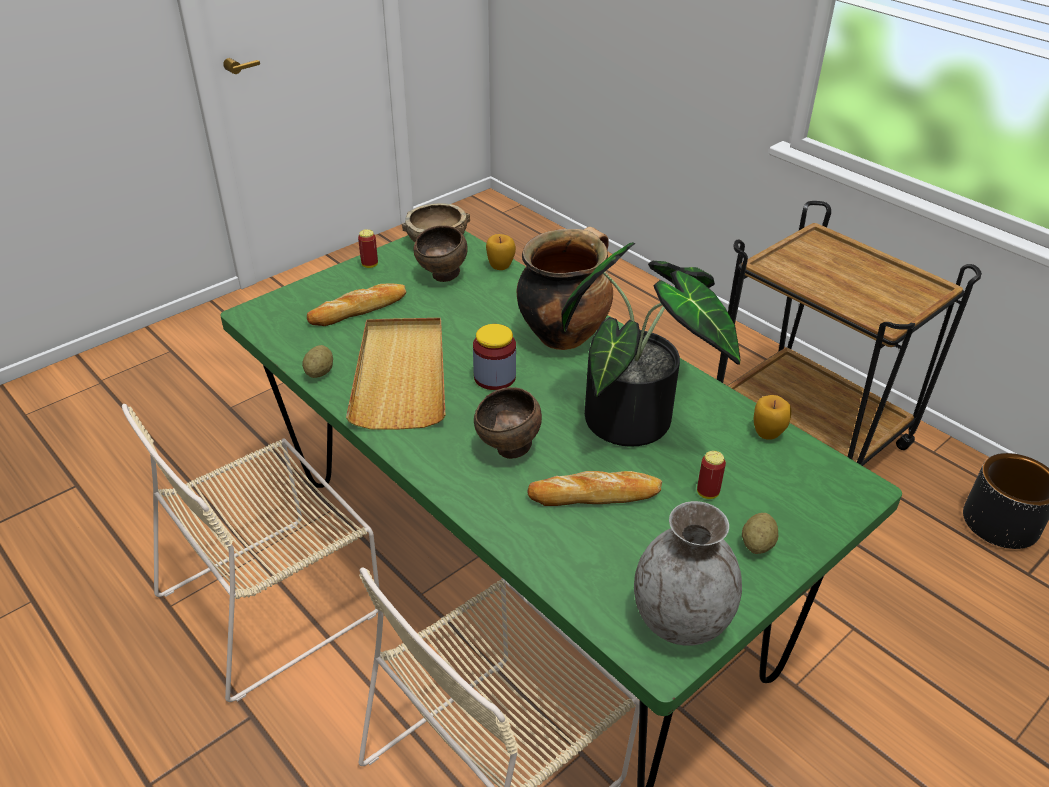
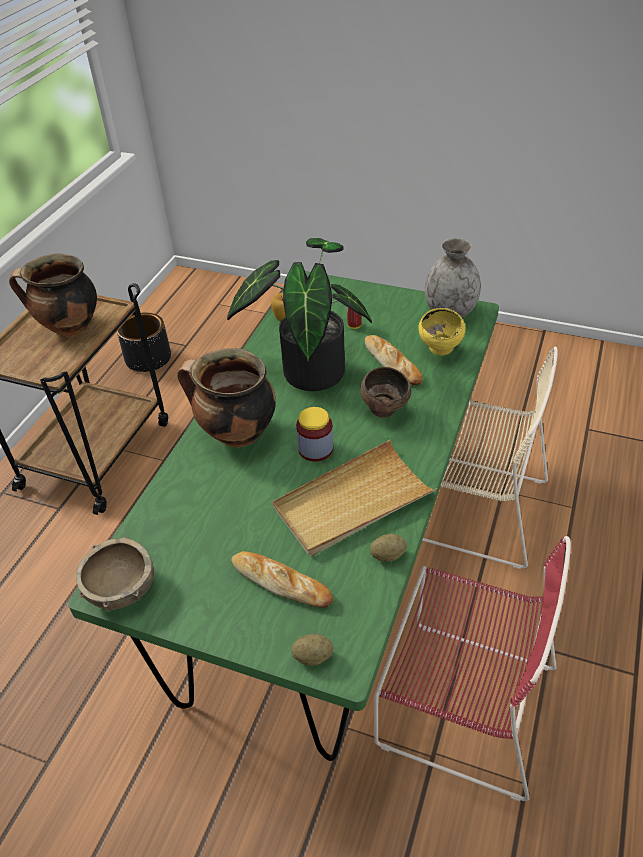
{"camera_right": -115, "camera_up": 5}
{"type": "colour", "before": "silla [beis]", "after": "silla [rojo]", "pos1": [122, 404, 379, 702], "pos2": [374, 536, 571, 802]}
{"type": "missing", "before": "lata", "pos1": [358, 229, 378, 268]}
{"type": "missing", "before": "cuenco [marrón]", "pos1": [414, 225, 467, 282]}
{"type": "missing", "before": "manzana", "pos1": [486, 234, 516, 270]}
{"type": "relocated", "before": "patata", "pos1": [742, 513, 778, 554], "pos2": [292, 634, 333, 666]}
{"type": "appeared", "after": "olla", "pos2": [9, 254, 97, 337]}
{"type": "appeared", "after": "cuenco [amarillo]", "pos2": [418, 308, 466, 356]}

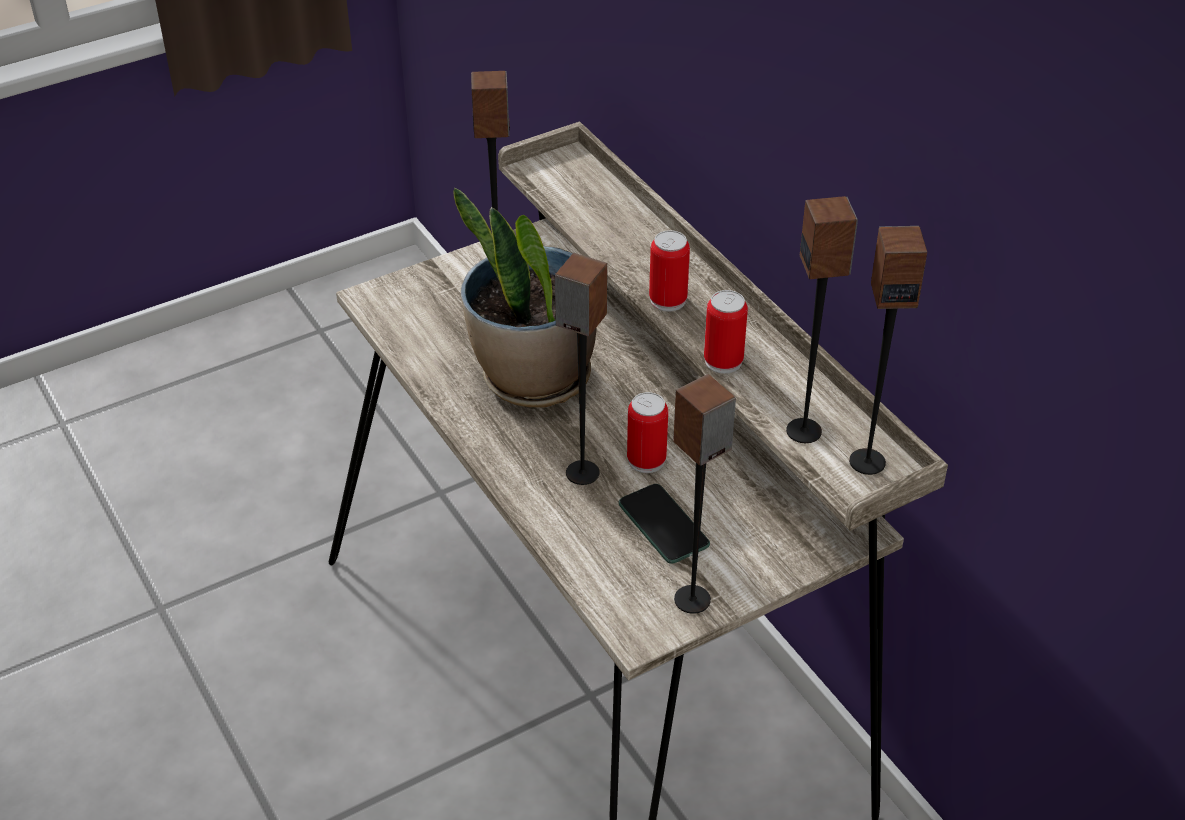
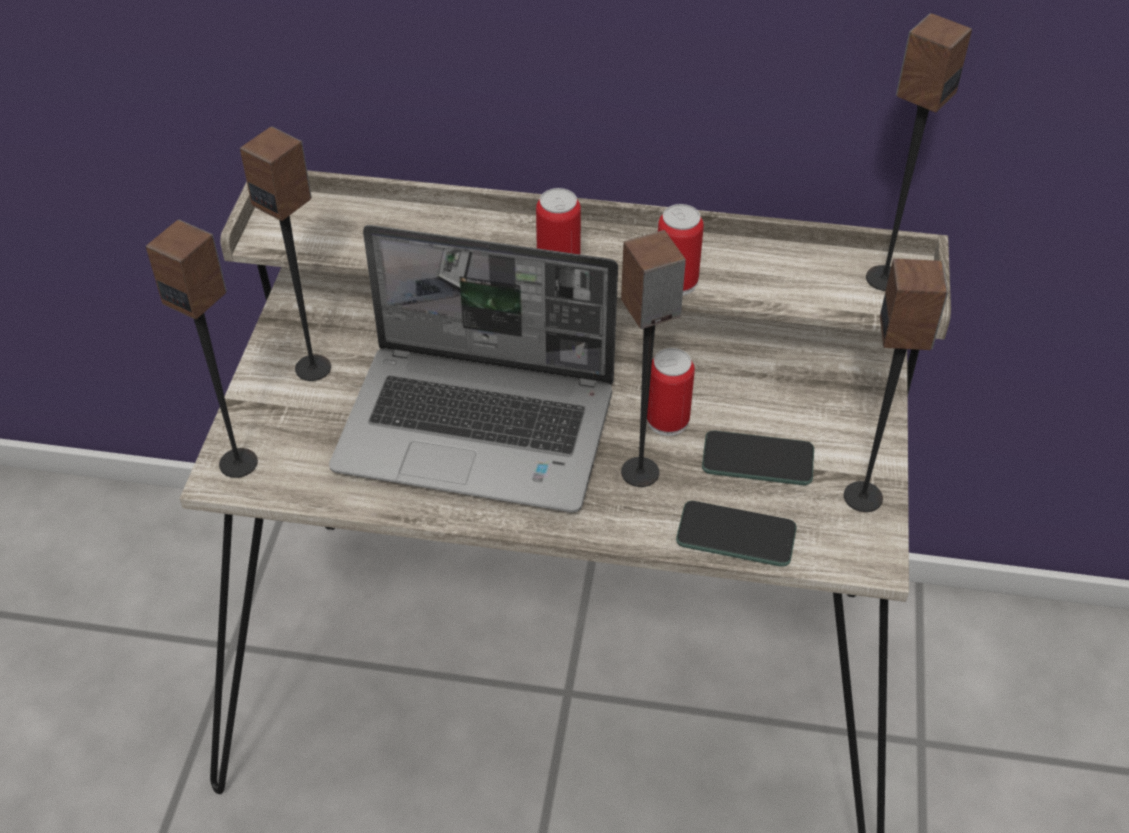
{"camera_right": -50, "camera_up": 5}
{"type": "exchanged", "before": "planta en maceta", "after": "portátil", "pos1": [453, 188, 597, 407], "pos2": [329, 225, 618, 512]}
{"type": "relocated", "before": "altavoz", "pos1": [786, 196, 858, 443], "pos2": [146, 220, 258, 478]}
{"type": "appeared", "after": "móvil", "pos2": [676, 501, 797, 567]}

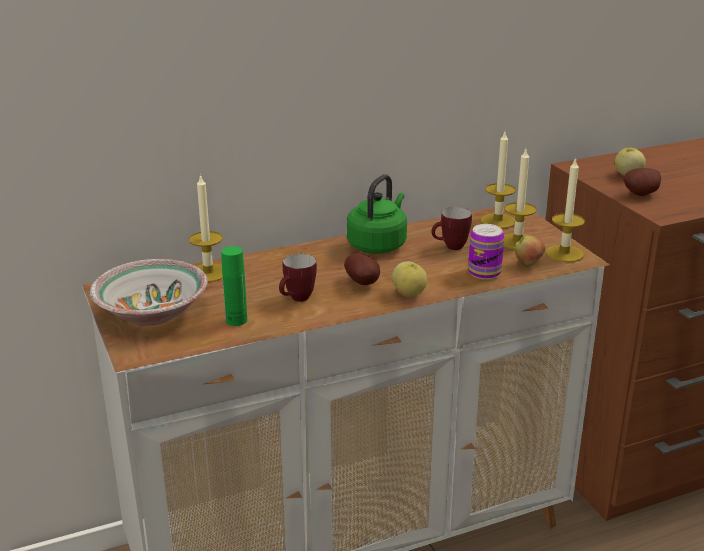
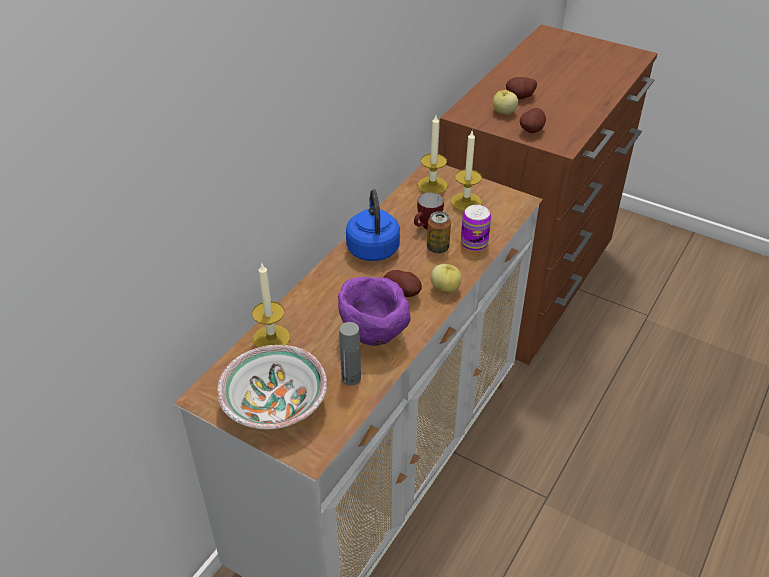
{"camera_right": -35, "camera_up": 15}
{"type": "colour", "before": "botella [verde]", "after": "botella [gris]", "pos1": [221, 246, 247, 326], "pos2": [340, 322, 361, 386]}
{"type": "exchanged", "before": "taza grande", "after": "cuenco [morado]", "pos1": [279, 254, 317, 302], "pos2": [338, 277, 411, 346]}
{"type": "colour", "before": "hervidor [verde]", "after": "hervidor [azul]", "pos1": [347, 174, 407, 254], "pos2": [346, 189, 400, 261]}
{"type": "missing", "before": "manzana", "pos1": [515, 235, 545, 266]}
{"type": "missing", "before": "vela", "pos1": [546, 157, 585, 262]}
{"type": "appeared", "after": "lata", "pos2": [427, 211, 451, 253]}
{"type": "appeared", "after": "patata", "pos2": [506, 77, 537, 99]}

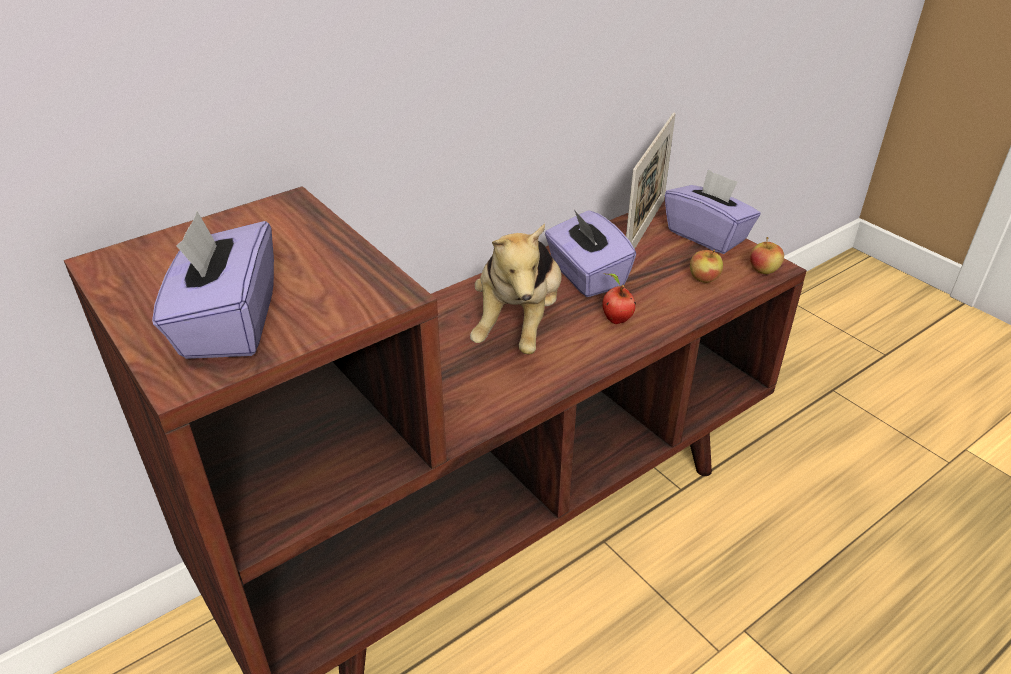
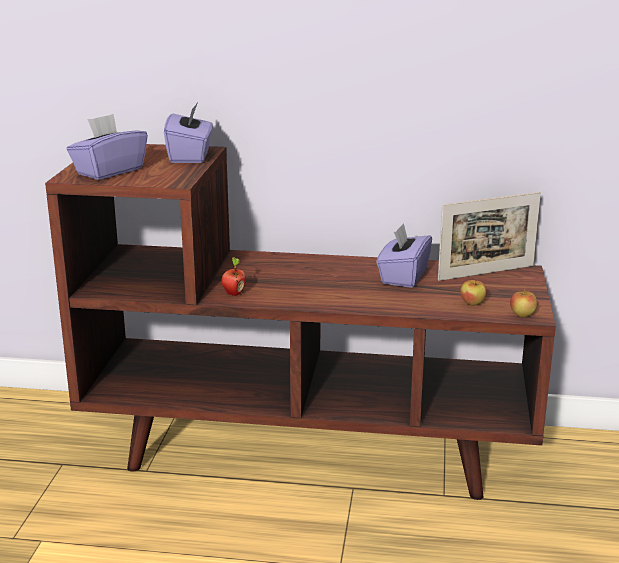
{"camera_right": 45, "camera_up": -15}
{"type": "missing", "before": "peluche", "pos1": [470, 223, 561, 354]}
{"type": "relocated", "before": "manzana", "pos1": [602, 273, 636, 324], "pos2": [221, 257, 246, 296]}
{"type": "relocated", "before": "caja de pañuelos [morado]", "pos1": [665, 169, 761, 254], "pos2": [164, 103, 213, 163]}

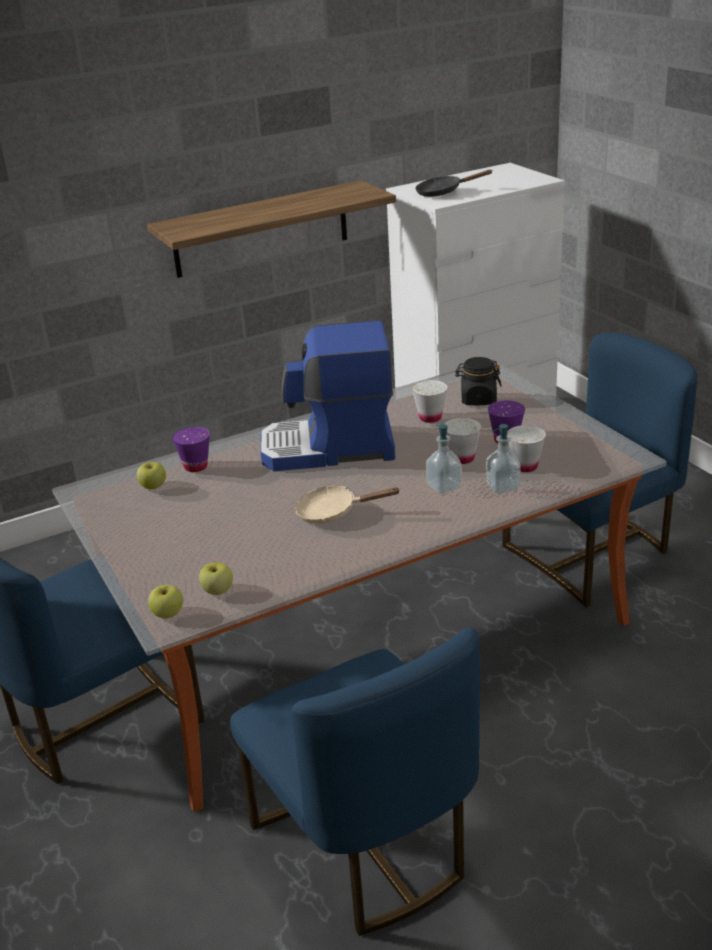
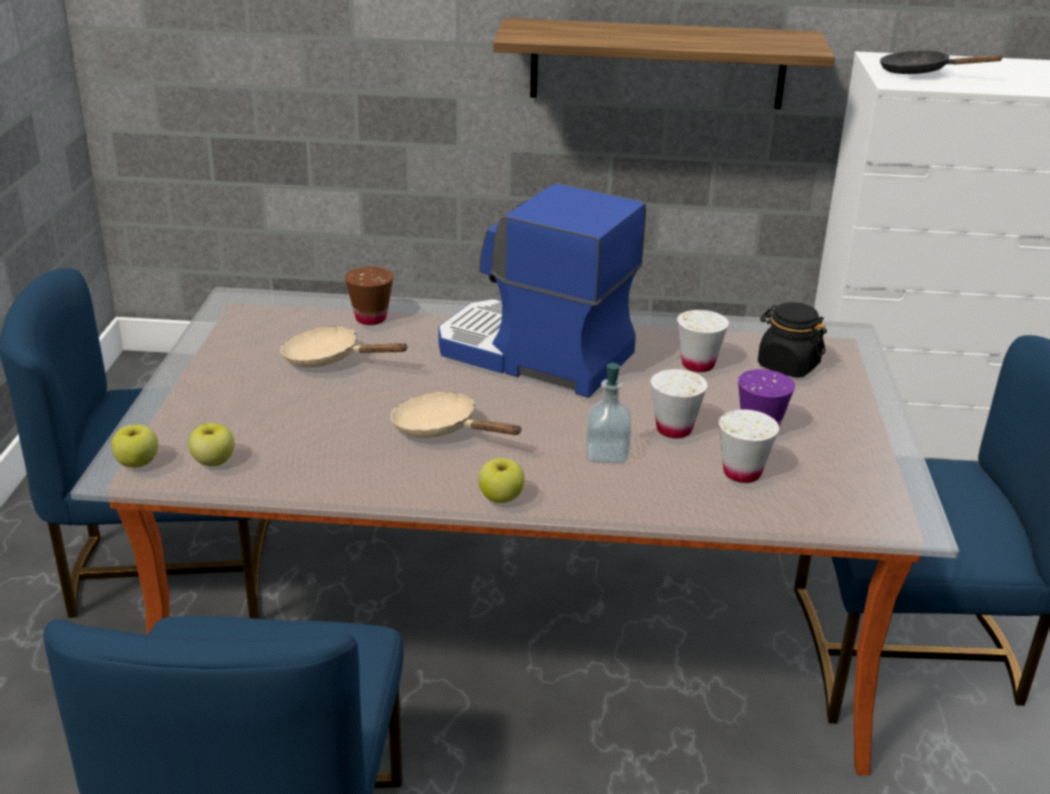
{"camera_right": 30, "camera_up": 0}
{"type": "relocated", "before": "manzana", "pos1": [137, 462, 166, 489], "pos2": [478, 458, 524, 503]}
{"type": "colour", "before": "taza [morado]", "after": "taza [marrón]", "pos1": [172, 427, 210, 472], "pos2": [345, 266, 394, 325]}
{"type": "missing", "before": "dispensador de jabón", "pos1": [486, 424, 521, 494]}
{"type": "appeared", "after": "sartén [beis]", "pos2": [281, 326, 409, 367]}

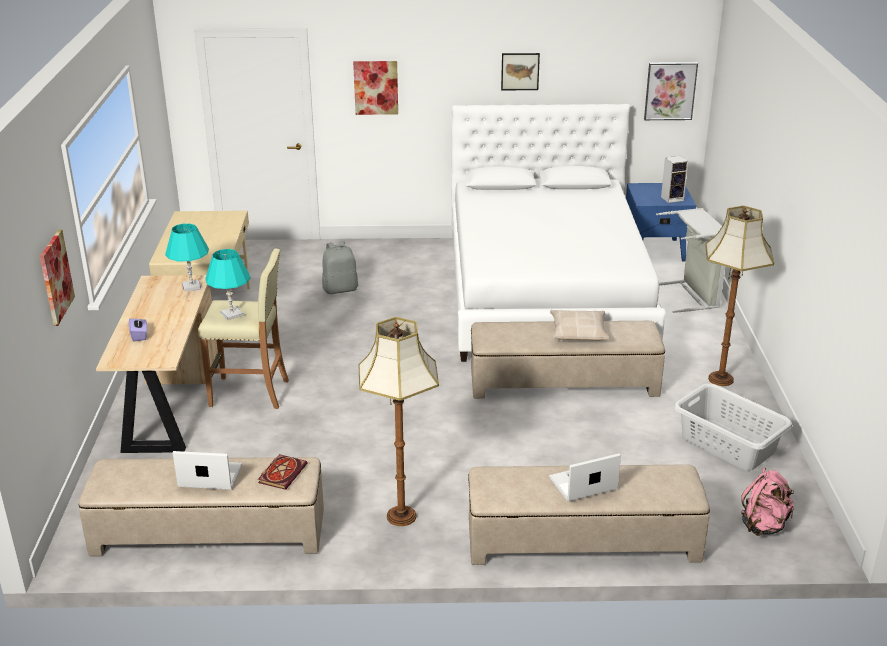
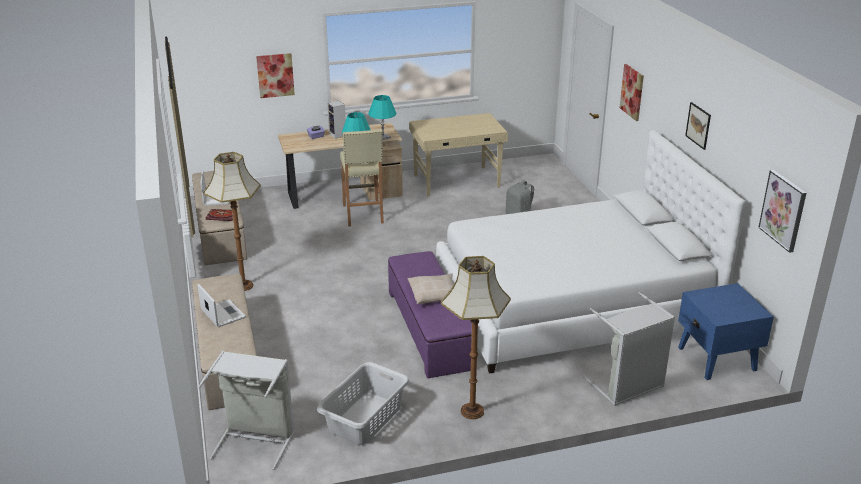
{"camera_right": 75, "camera_up": 0}
{"type": "colour", "before": "banco [beis]", "after": "banco [morado]", "pos1": [471, 321, 665, 399], "pos2": [388, 251, 472, 378]}
{"type": "relocated", "before": "altavoz", "pos1": [661, 156, 688, 203], "pos2": [327, 100, 346, 139]}
{"type": "exchanged", "before": "mochila [rosa]", "after": "cesto de la ropa [gris]", "pos1": [741, 468, 794, 536], "pos2": [198, 351, 295, 470]}

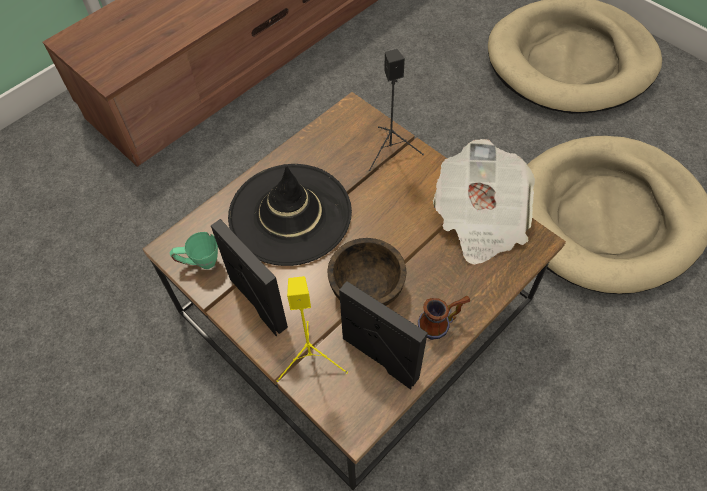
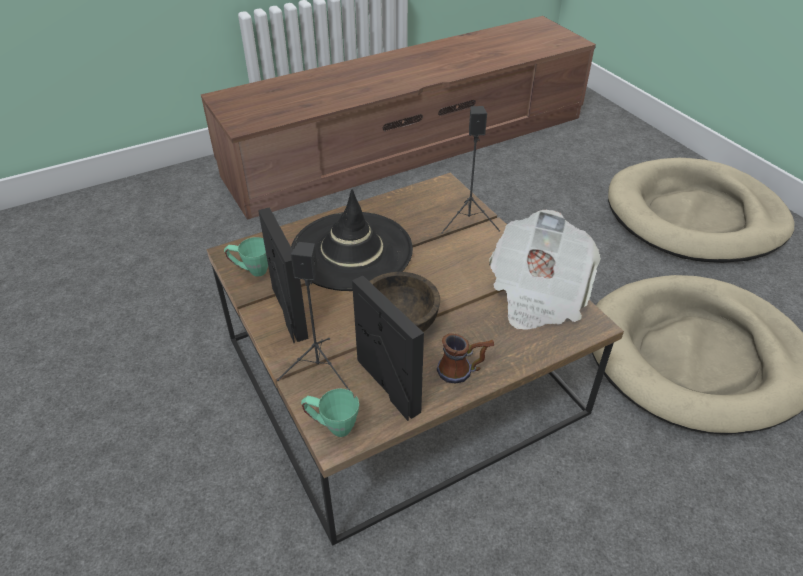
{"camera_right": 15, "camera_up": -15}
{"type": "colour", "before": "altavoz [amarillo]", "after": "altavoz [negro]", "pos1": [277, 276, 348, 382], "pos2": [277, 242, 350, 390]}
{"type": "appeared", "after": "taza grande [verde]", "pos2": [301, 388, 359, 437]}

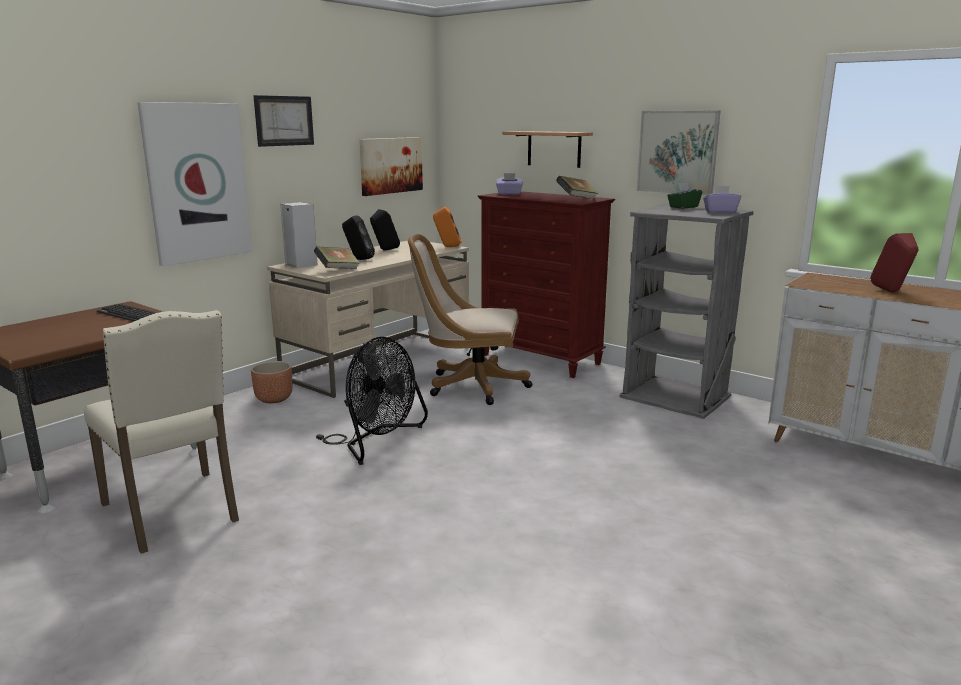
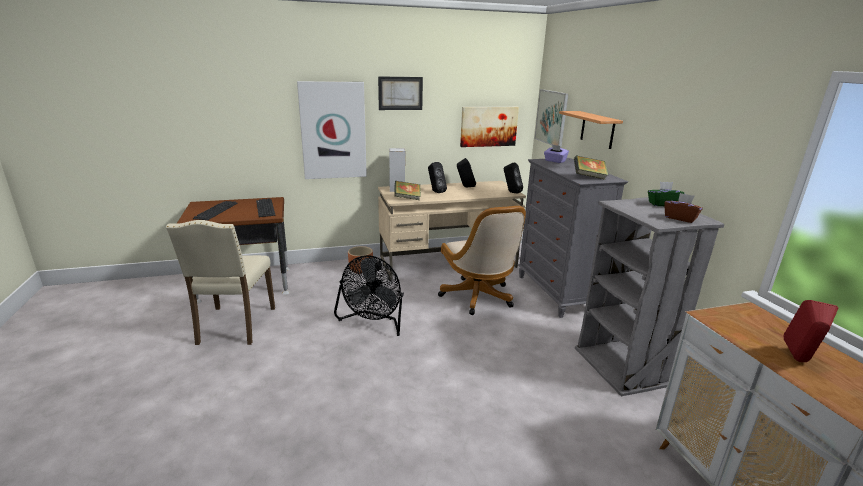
{"camera_right": 35, "camera_up": 5}
{"type": "spun", "before": "ventilador [negro]", "pos1": [316, 337, 428, 465], "pos2": [334, 255, 404, 336], "turn": 45}
{"type": "spun", "before": "silla de oficina", "pos1": [408, 234, 532, 405], "pos2": [438, 206, 526, 315], "turn": -150}
{"type": "colour", "before": "altavoz [naranja]", "after": "altavoz [negro]", "pos1": [433, 207, 462, 247], "pos2": [504, 163, 523, 194]}
{"type": "colour", "before": "cómoda [rojo]", "after": "cómoda [gris]", "pos1": [477, 191, 615, 378], "pos2": [518, 158, 628, 318]}
{"type": "relocated", "before": "cuadro", "pos1": [637, 111, 720, 195], "pos2": [534, 89, 568, 148]}
{"type": "colour", "before": "caja de pañuelos [morado]", "after": "caja de pañuelos [marrón]", "pos1": [703, 186, 741, 213], "pos2": [664, 193, 703, 223]}
{"type": "appeared", "after": "teclado", "pos2": [193, 201, 238, 220]}

